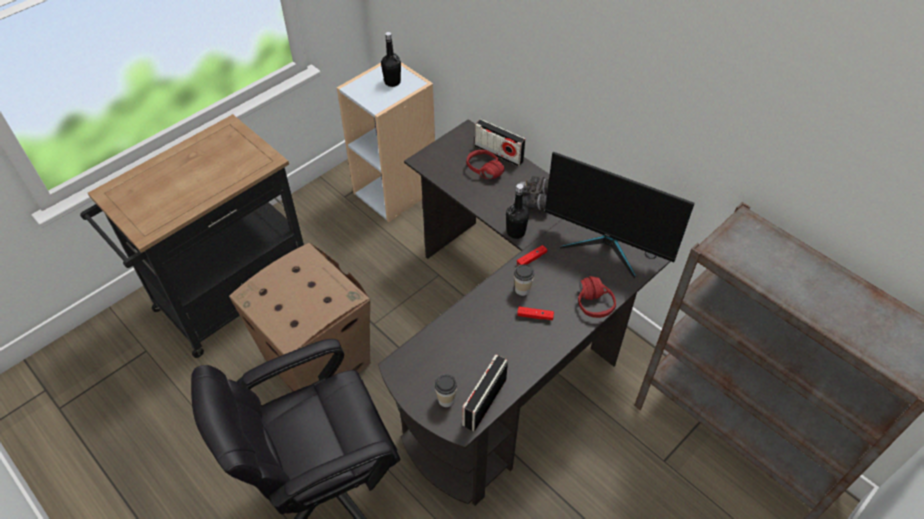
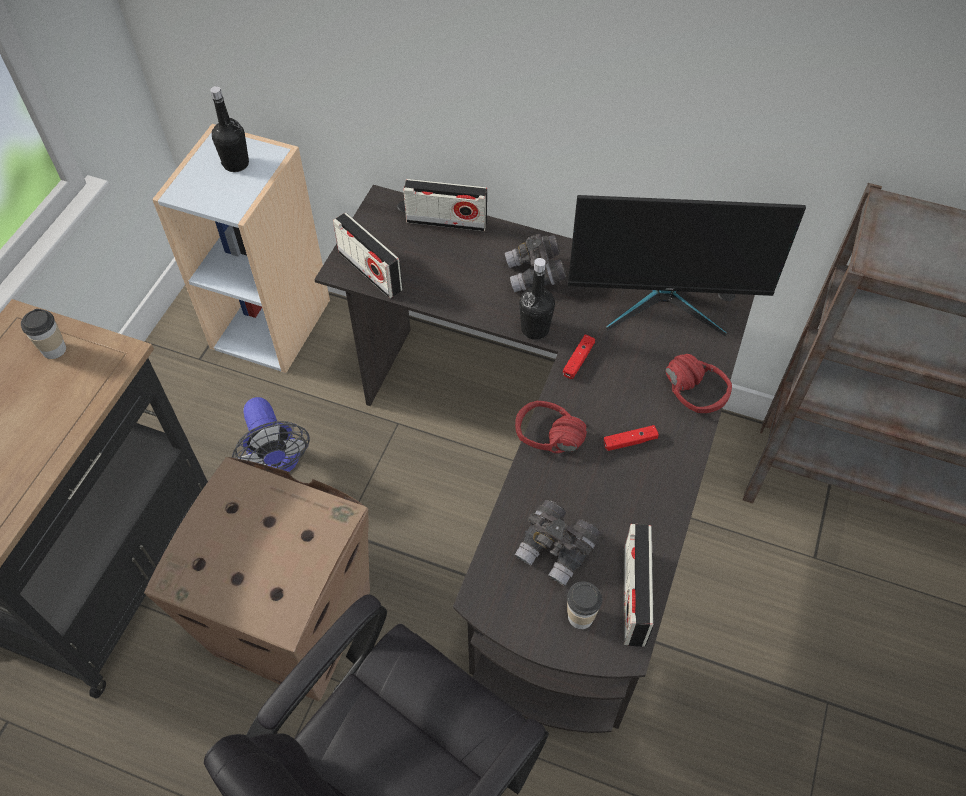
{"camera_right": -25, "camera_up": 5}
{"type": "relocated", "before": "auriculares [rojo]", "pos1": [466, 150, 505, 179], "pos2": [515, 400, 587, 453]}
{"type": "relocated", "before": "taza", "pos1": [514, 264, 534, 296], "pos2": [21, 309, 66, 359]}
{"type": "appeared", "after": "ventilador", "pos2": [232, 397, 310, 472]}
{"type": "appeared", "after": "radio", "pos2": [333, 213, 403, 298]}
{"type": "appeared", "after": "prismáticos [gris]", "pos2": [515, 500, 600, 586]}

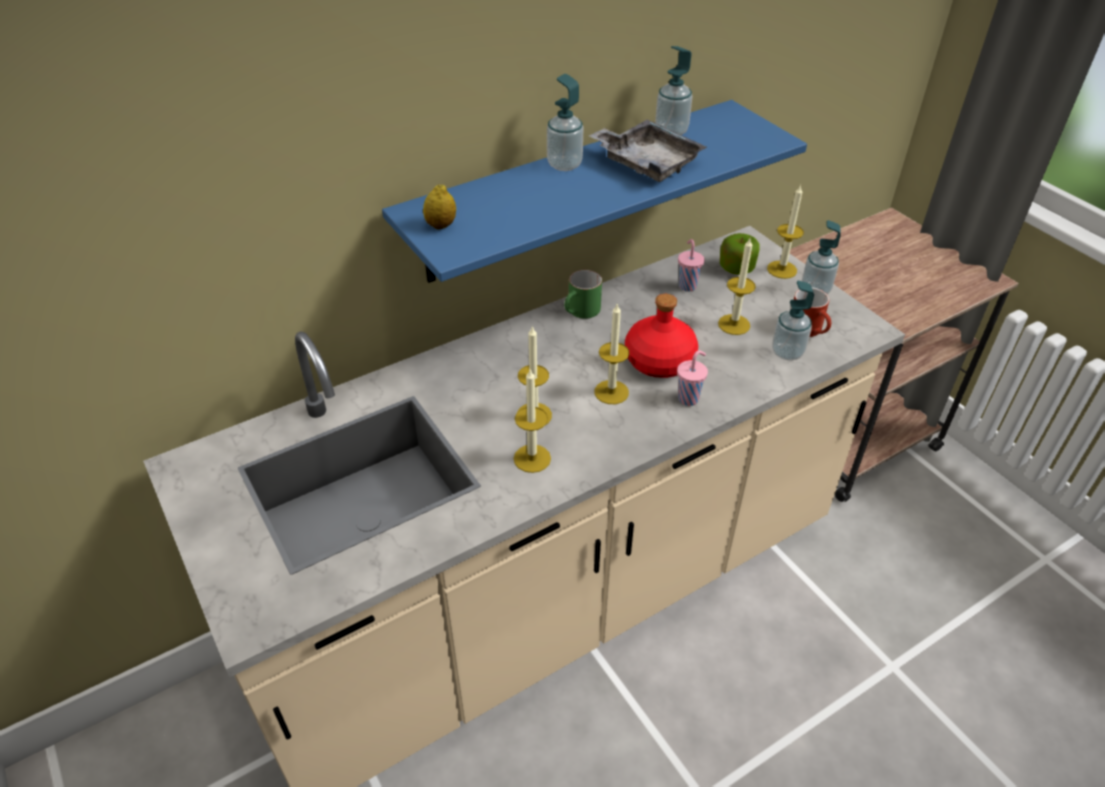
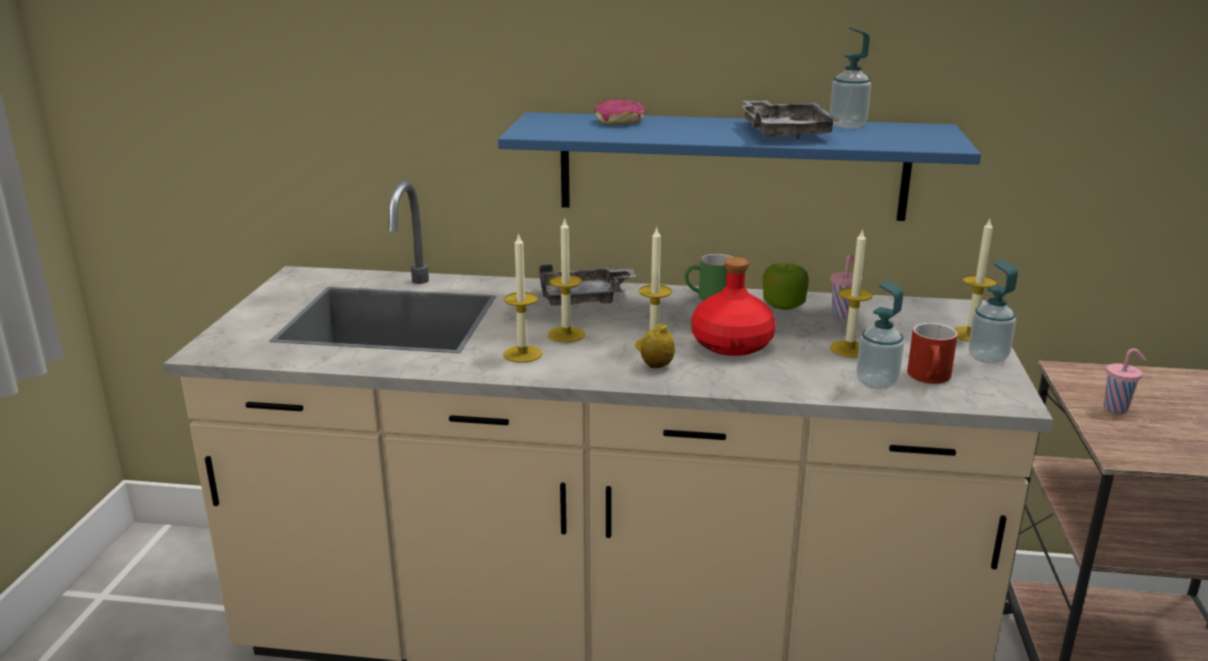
{"camera_right": 40, "camera_up": -20}
{"type": "relocated", "before": "limón", "pos1": [423, 184, 456, 229], "pos2": [641, 323, 675, 368]}
{"type": "missing", "before": "dispensador de jabón", "pos1": [547, 74, 583, 171]}
{"type": "relocated", "before": "taza [rosa]", "pos1": [677, 350, 708, 406], "pos2": [1104, 348, 1146, 413]}
{"type": "relocated", "before": "manzana", "pos1": [720, 233, 760, 275], "pos2": [763, 263, 809, 310]}
{"type": "appeared", "after": "bandeja [gris]", "pos2": [539, 264, 636, 306]}
{"type": "appeared", "after": "rosquilla", "pos2": [595, 99, 646, 125]}

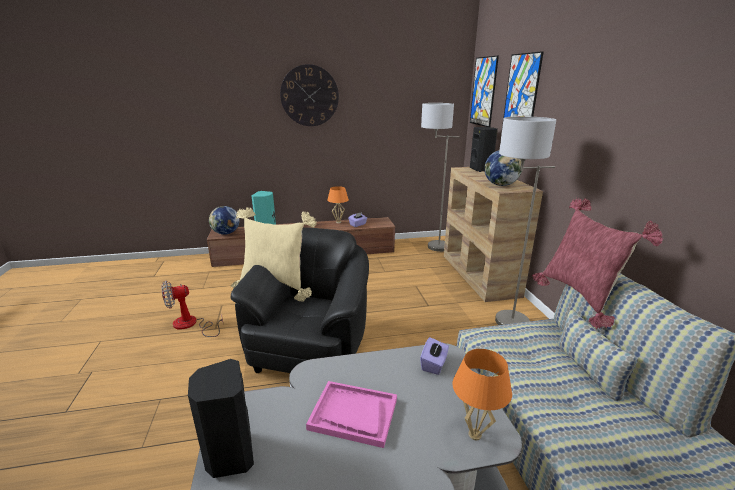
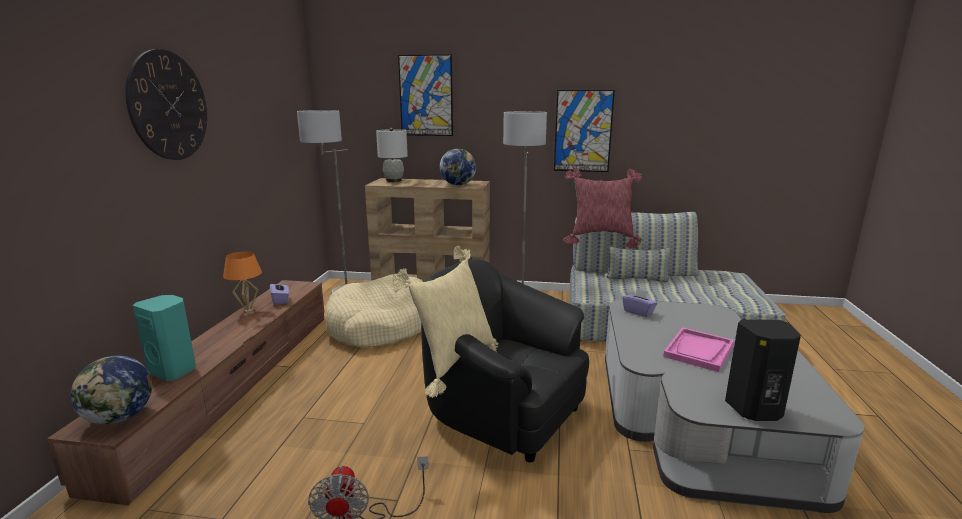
{"camera_right": -70, "camera_up": -5}
{"type": "missing", "before": "lámpara de mesa [naranja]", "pos1": [453, 349, 512, 440]}
{"type": "relocated", "before": "cuadro", "pos1": [470, 56, 499, 127], "pos2": [554, 90, 615, 172]}
{"type": "exchanged", "before": "altavoz [negro]", "after": "lámpara de mesa [blanco]", "pos1": [470, 127, 498, 172], "pos2": [376, 128, 408, 182]}
{"type": "appeared", "after": "cama para perro [beis]", "pos2": [325, 274, 423, 348]}

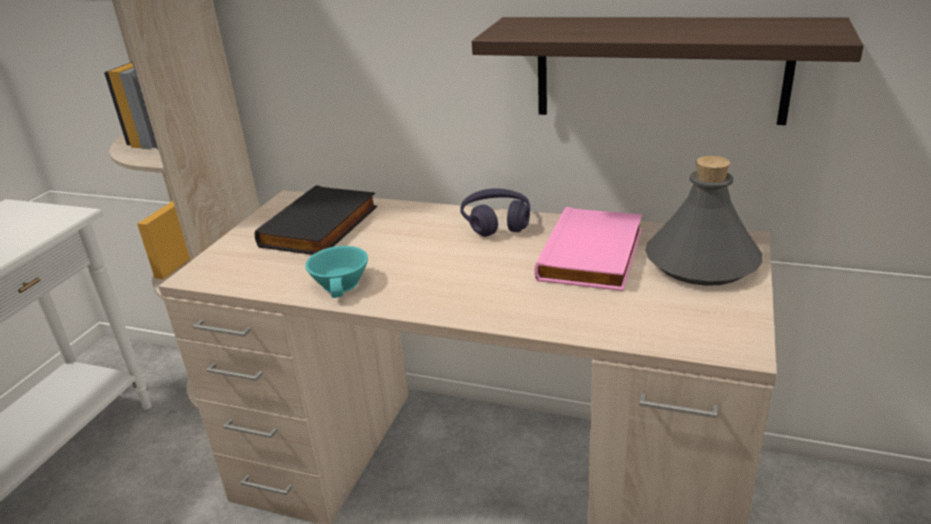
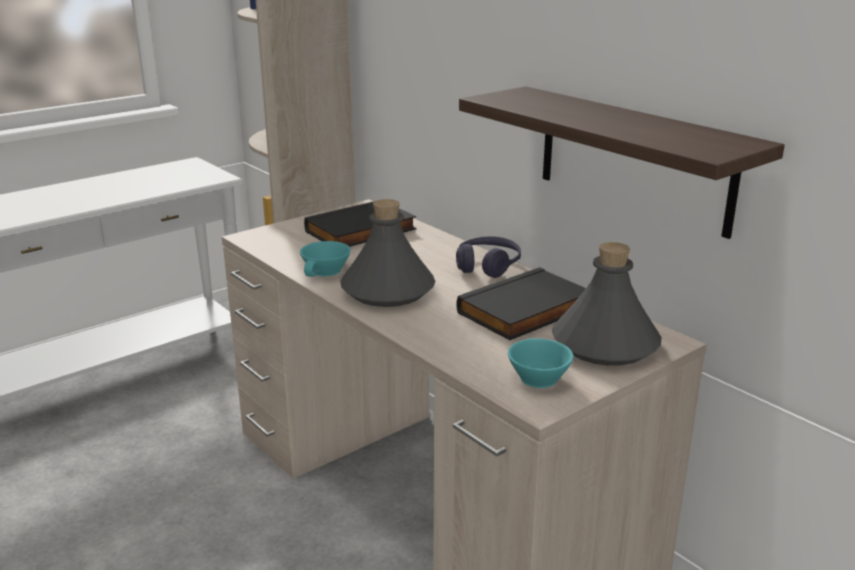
{"camera_right": 30, "camera_up": -5}
{"type": "colour", "before": "libro [rosa]", "after": "libro [negro]", "pos1": [534, 207, 642, 291], "pos2": [457, 267, 586, 340]}
{"type": "appeared", "after": "botella [gris]", "pos2": [340, 199, 435, 307]}
{"type": "appeared", "after": "taza [turquesa]", "pos2": [508, 338, 574, 388]}

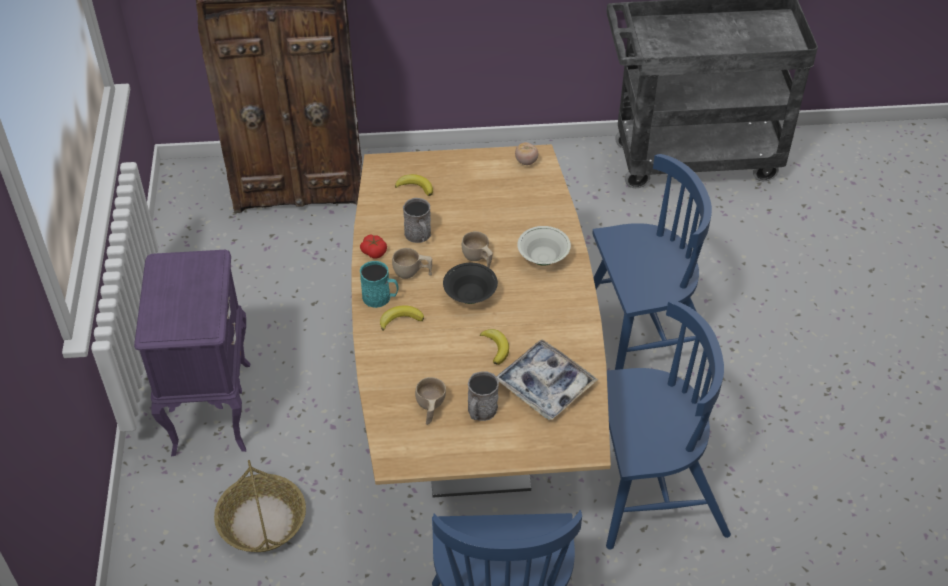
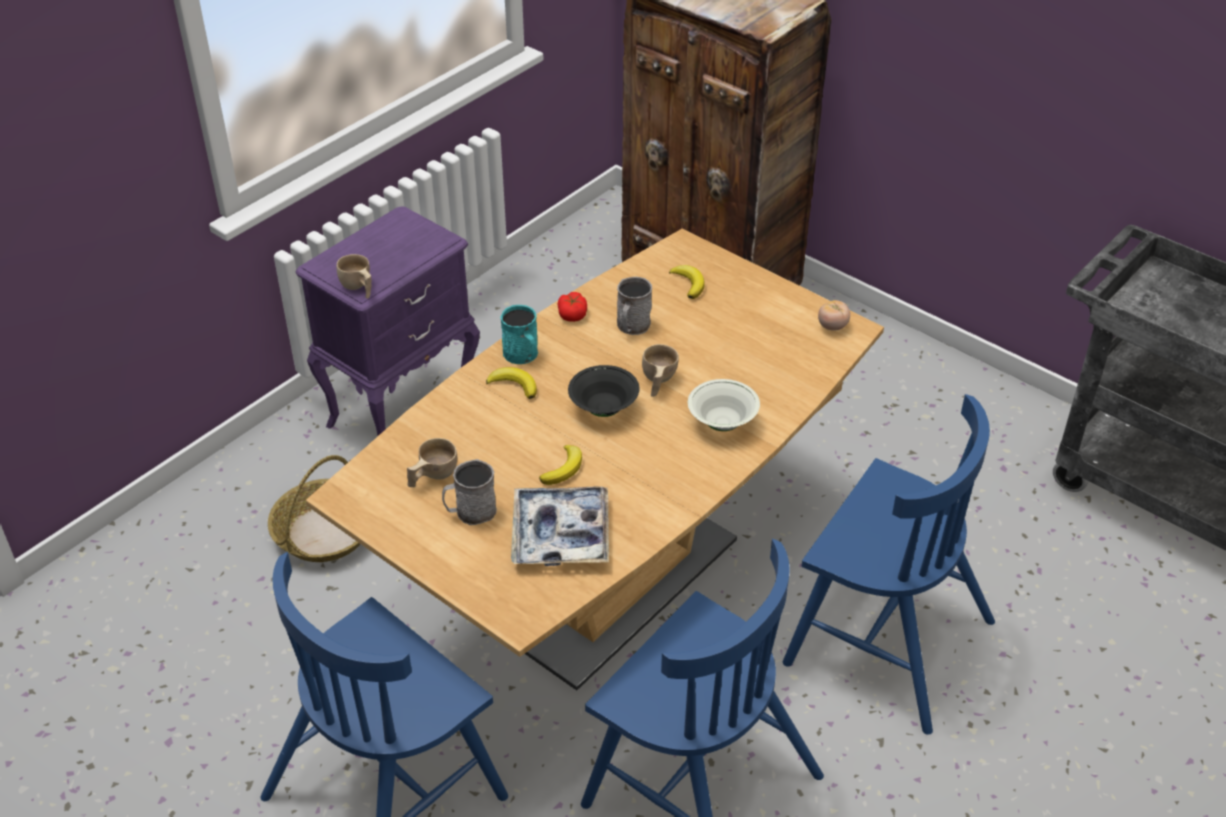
{"camera_right": 45, "camera_up": -5}
{"type": "relocated", "before": "taza [beis]", "pos1": [392, 248, 432, 279], "pos2": [337, 254, 371, 299]}

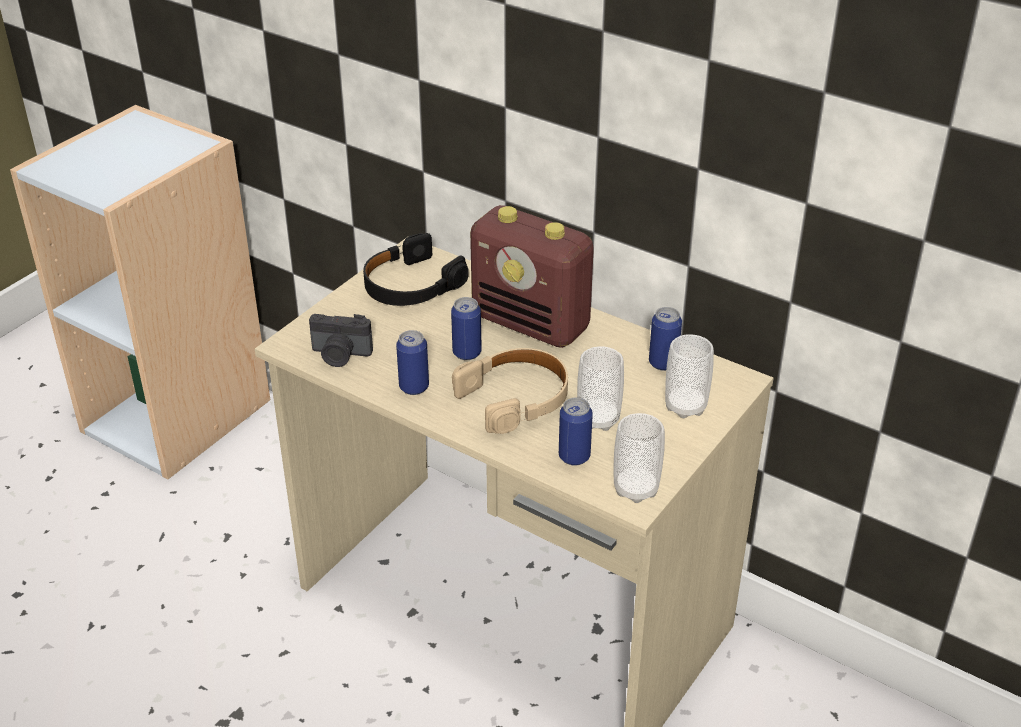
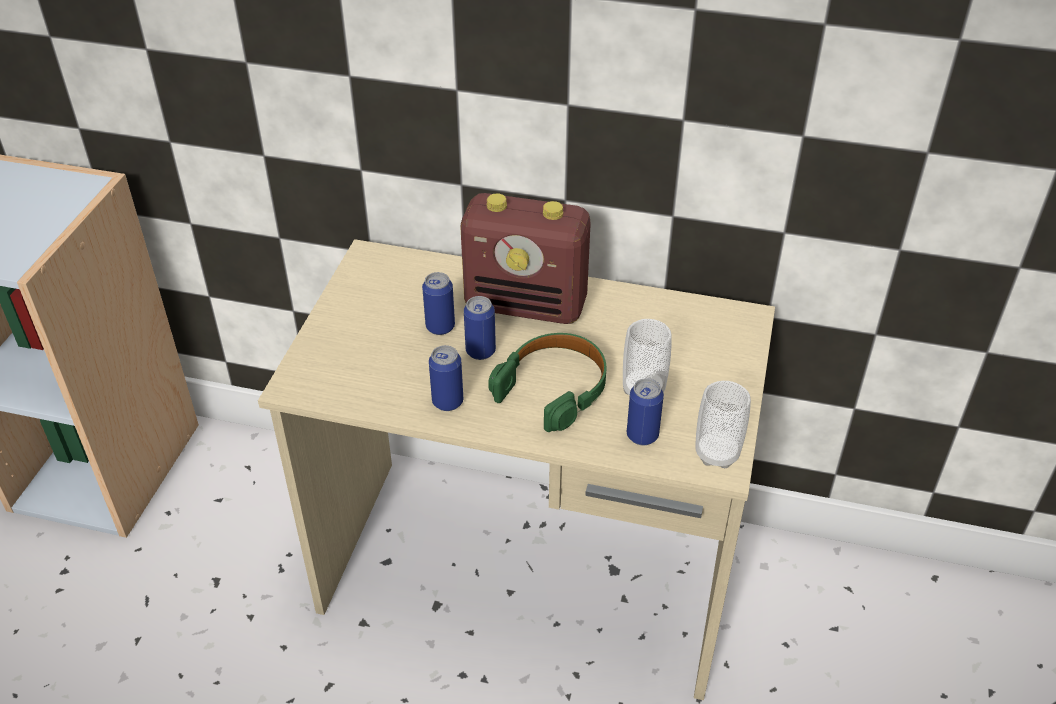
{"camera_right": -20, "camera_up": 5}
{"type": "missing", "before": "cámara", "pos1": [309, 314, 373, 367]}
{"type": "missing", "before": "auriculares [negro]", "pos1": [363, 233, 469, 306]}
{"type": "colour", "before": "auriculares [beis]", "after": "auriculares [verde]", "pos1": [452, 348, 568, 434], "pos2": [488, 333, 607, 432]}
{"type": "relocated", "before": "lata", "pos1": [649, 307, 682, 371], "pos2": [422, 272, 455, 335]}
{"type": "missing", "before": "taza", "pos1": [665, 334, 714, 418]}

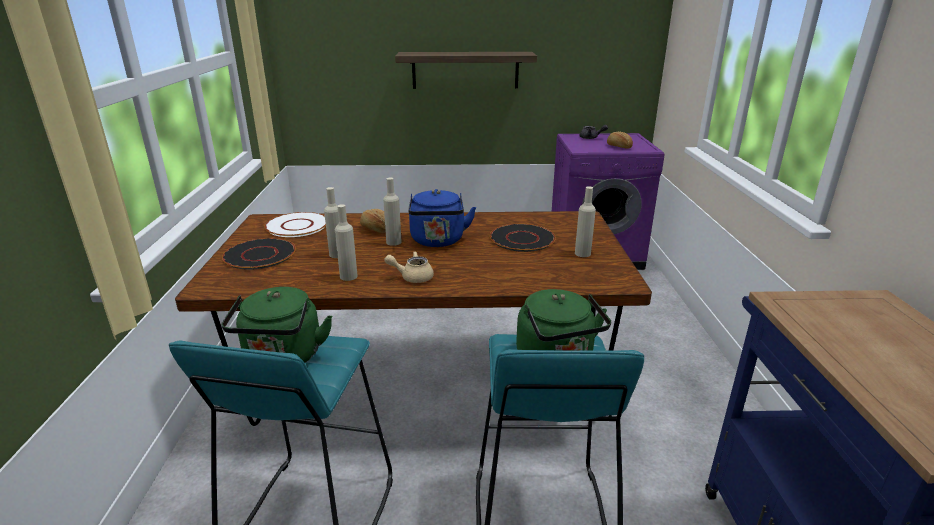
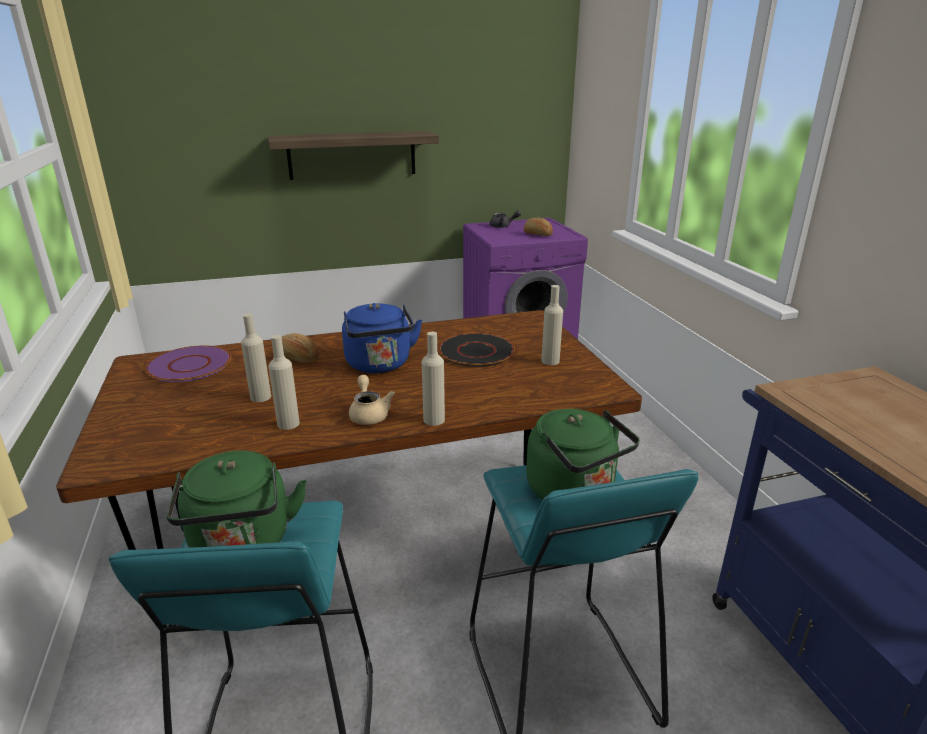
{"camera_right": -15, "camera_up": 0}
{"type": "missing", "before": "plato [negro]", "pos1": [222, 238, 296, 270]}
{"type": "colour", "before": "plato [blanco]", "after": "plato [morado]", "pos1": [265, 212, 326, 237], "pos2": [145, 345, 231, 382]}
{"type": "relocated", "before": "botella [beis]", "pos1": [383, 178, 402, 246], "pos2": [422, 332, 445, 426]}
{"type": "spun", "before": "tetera [beis]", "pos1": [384, 251, 434, 283], "pos2": [349, 375, 395, 425], "turn": 90}

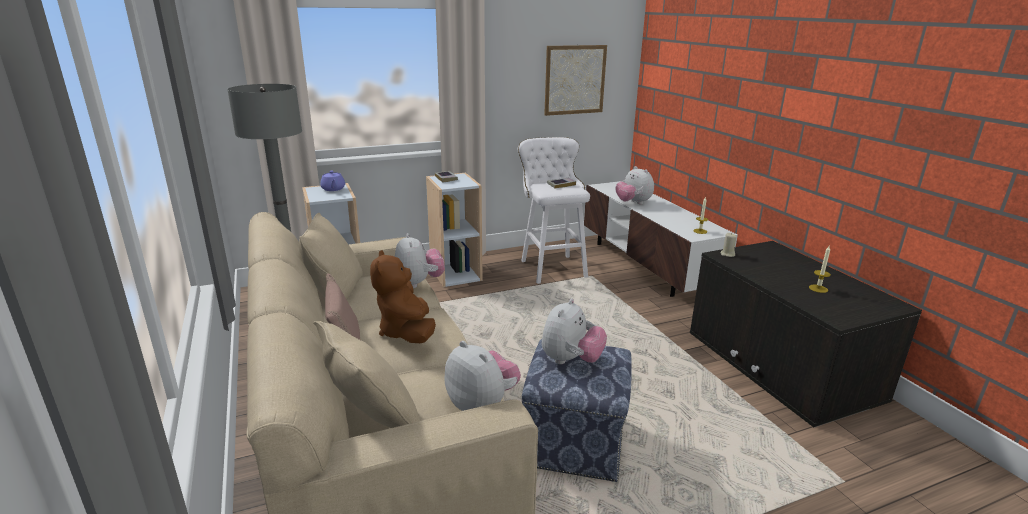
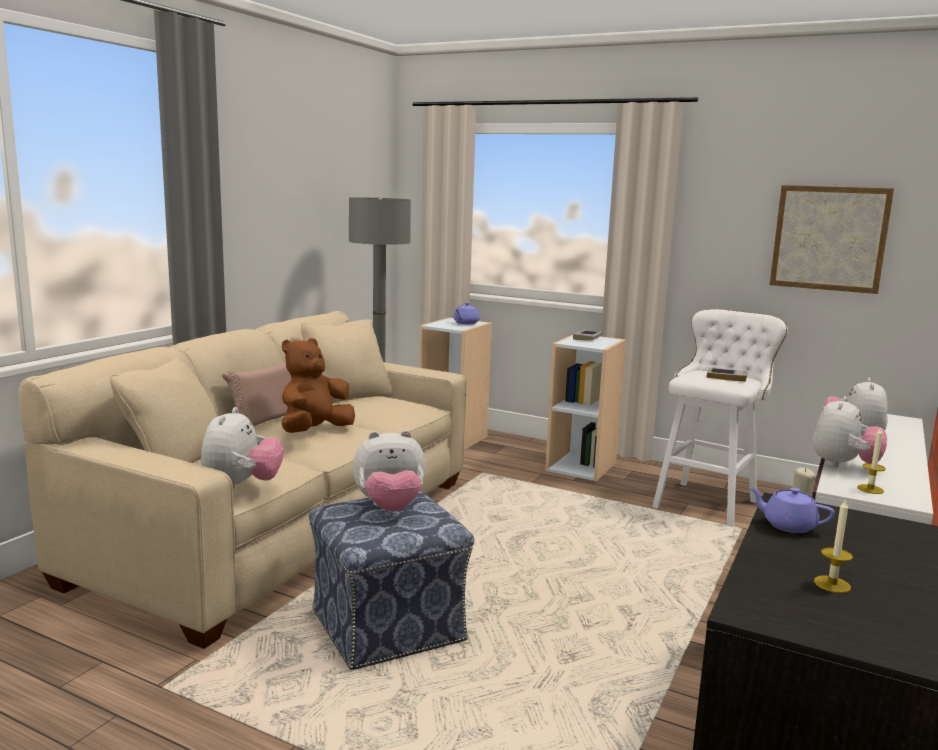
{"camera_right": 50, "camera_up": -10}
{"type": "relocated", "before": "peluche", "pos1": [395, 233, 445, 288], "pos2": [812, 396, 887, 468]}
{"type": "appeared", "after": "tetera [morado]", "pos2": [748, 487, 835, 533]}

